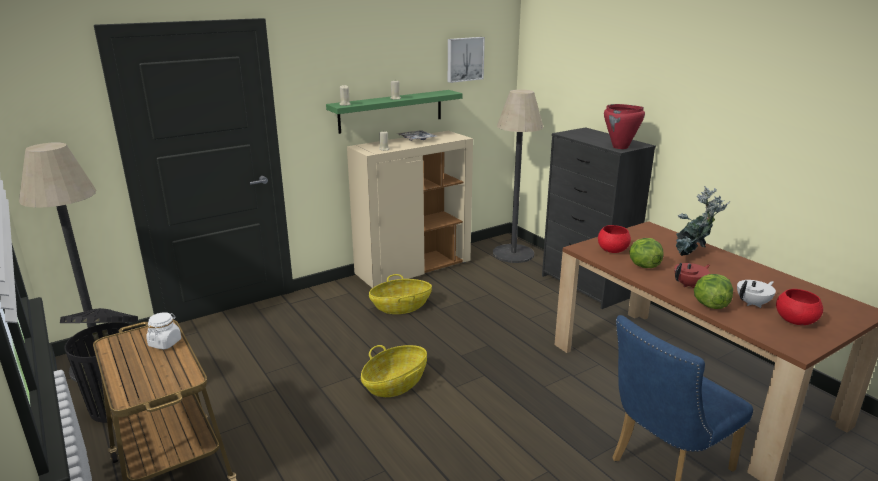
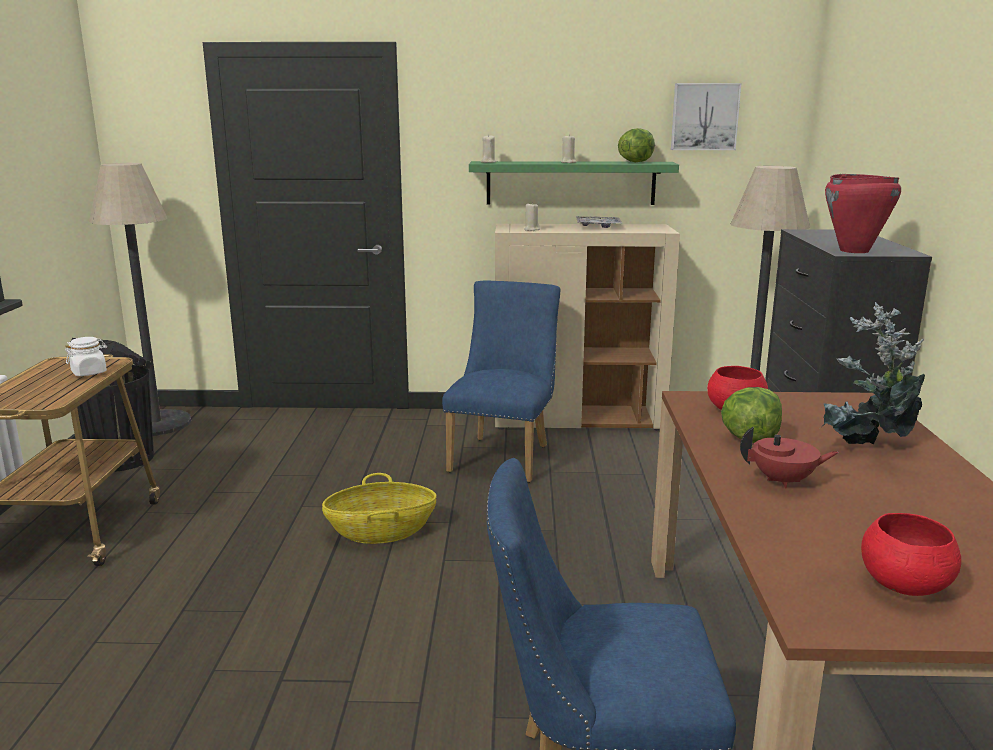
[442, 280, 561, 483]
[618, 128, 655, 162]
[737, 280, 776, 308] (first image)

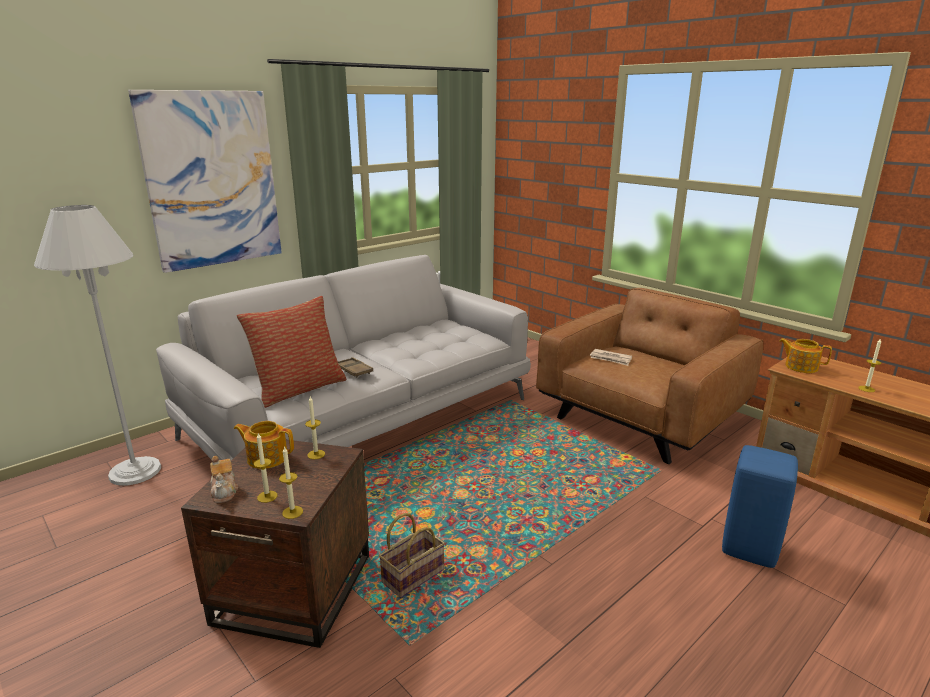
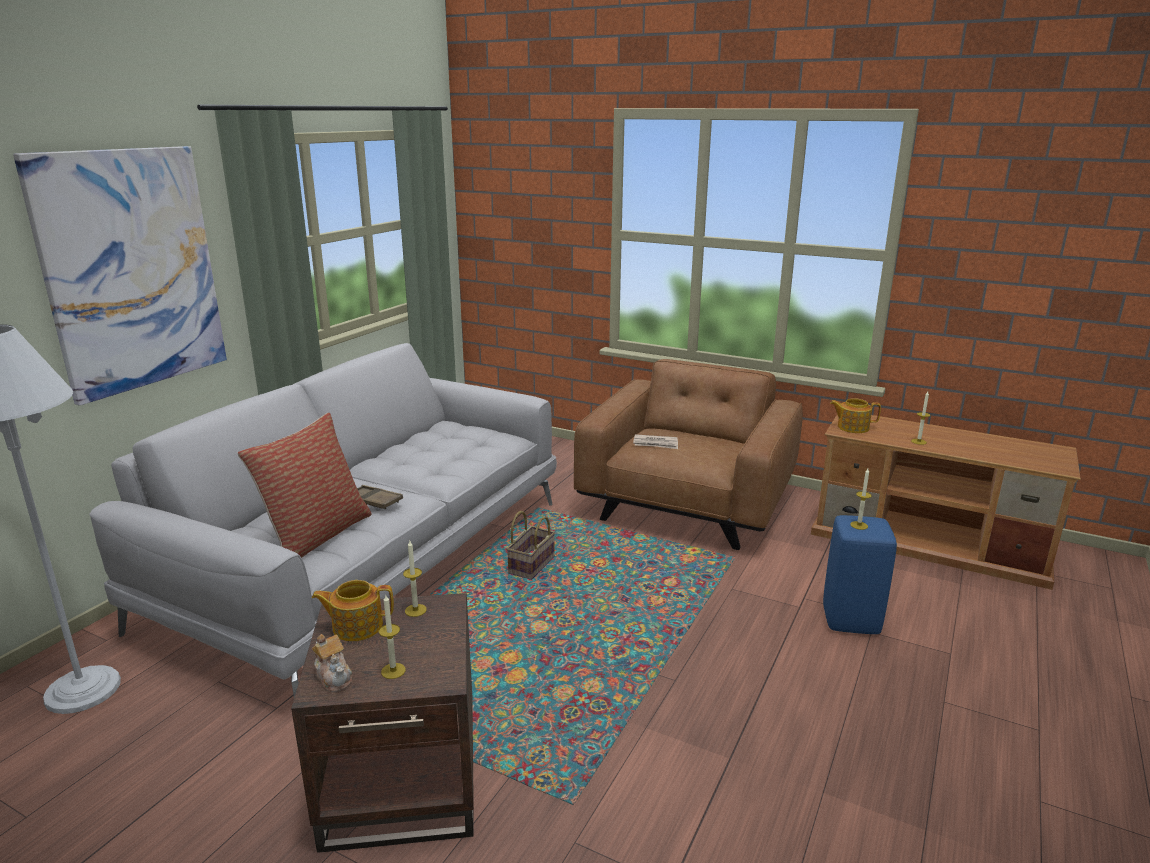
[850, 469, 872, 530]
[507, 511, 555, 580]

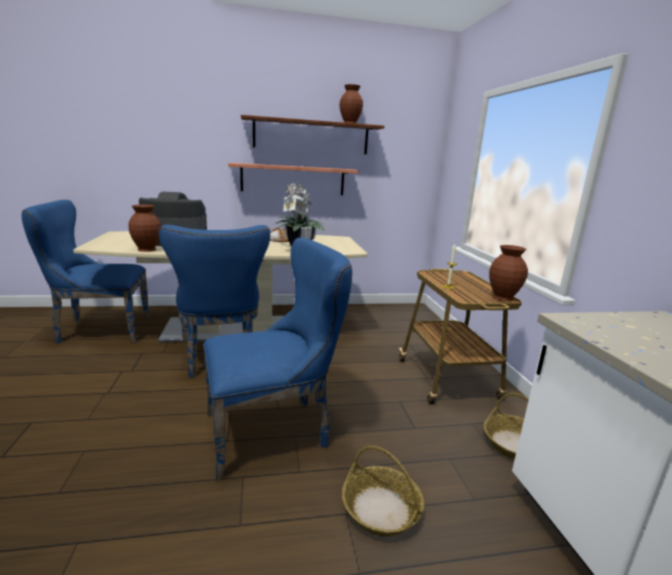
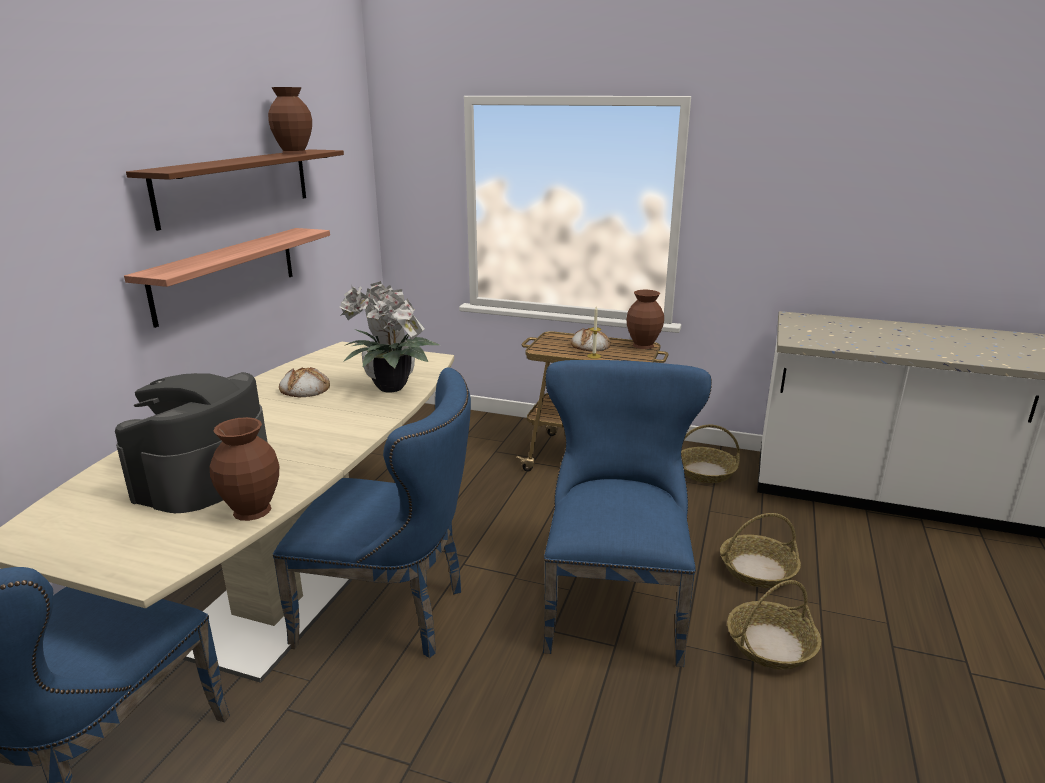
[571, 328, 611, 352]
[727, 580, 821, 670]

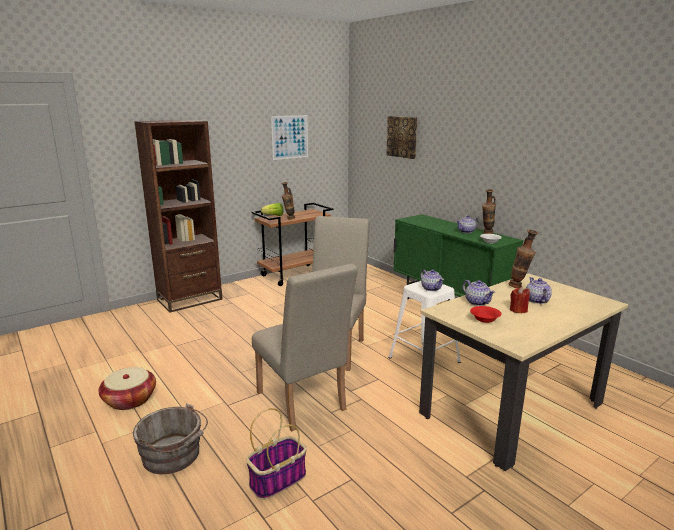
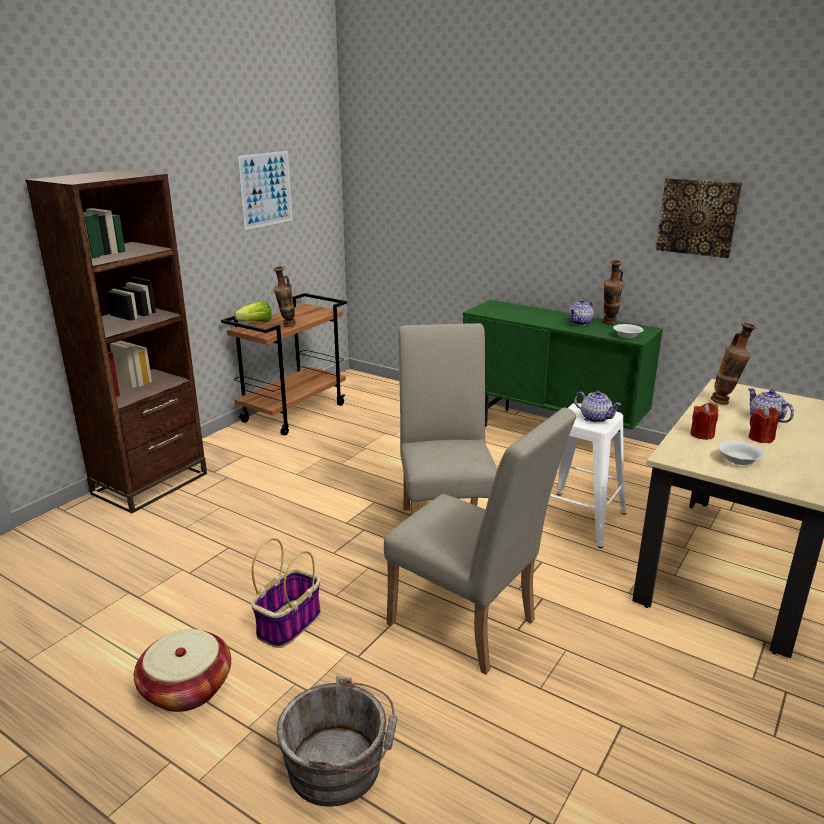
[656, 178, 742, 258]
[690, 403, 718, 440]
[719, 441, 764, 465]
[251, 538, 321, 648]

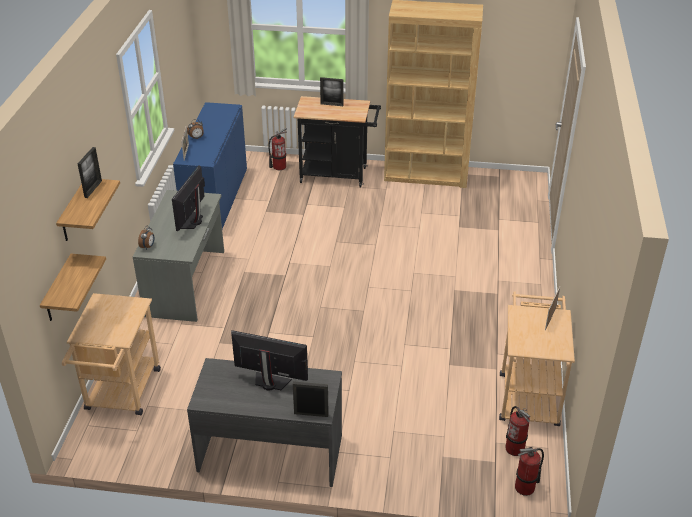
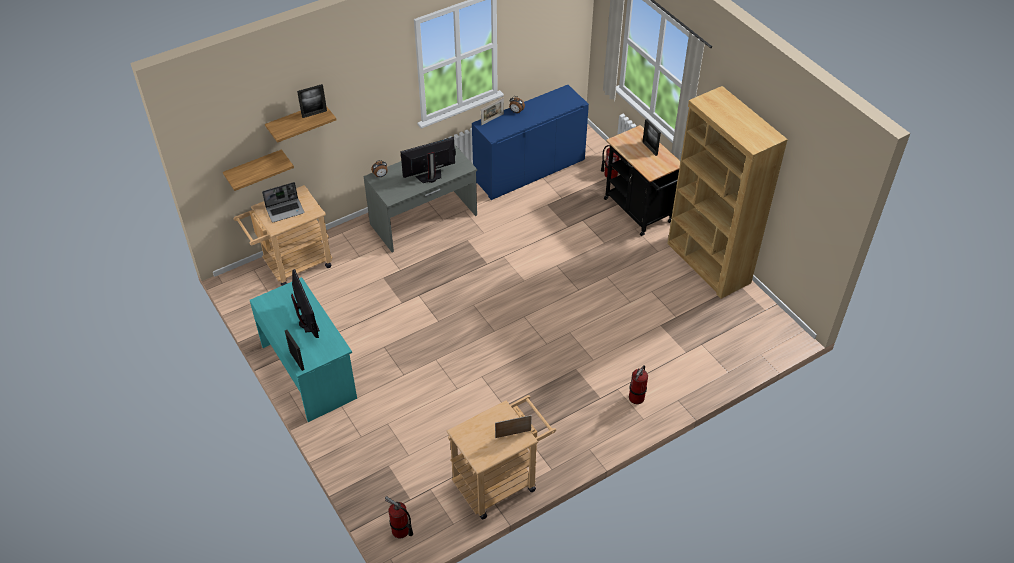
[250, 277, 357, 422]
[629, 365, 648, 404]
[262, 182, 305, 223]

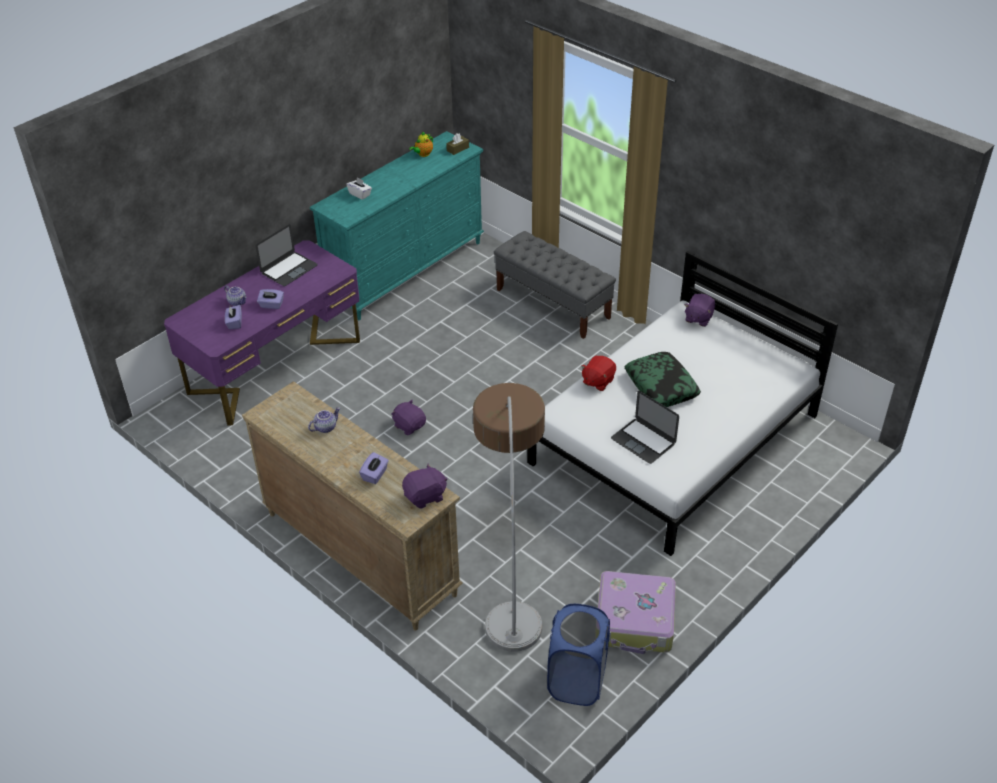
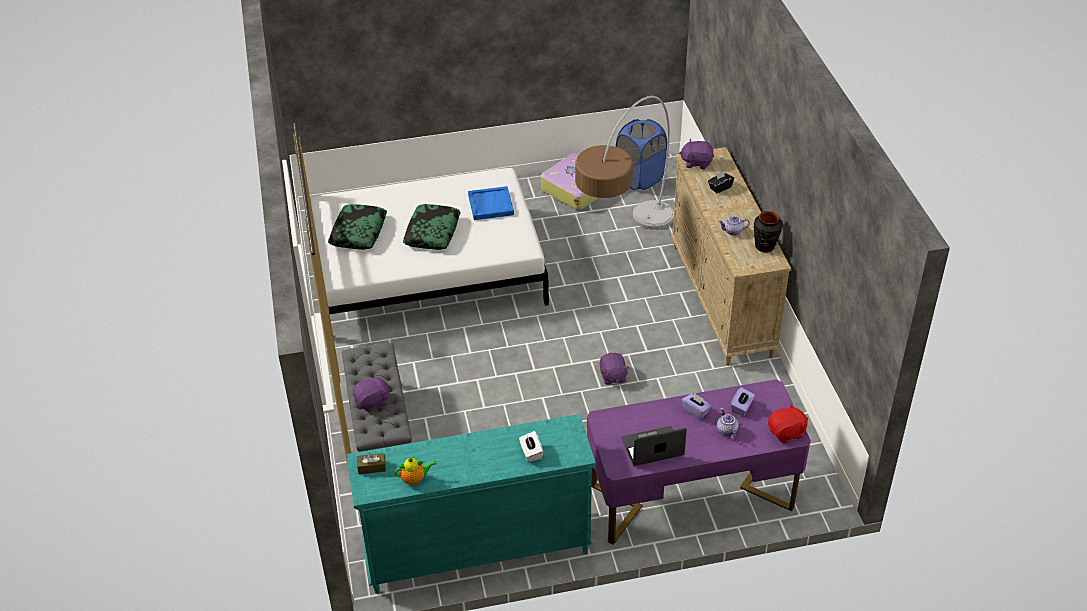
[353, 375, 391, 412]
[768, 403, 808, 444]
[468, 186, 514, 220]
[708, 171, 734, 193]
[328, 204, 387, 250]
[754, 211, 783, 252]

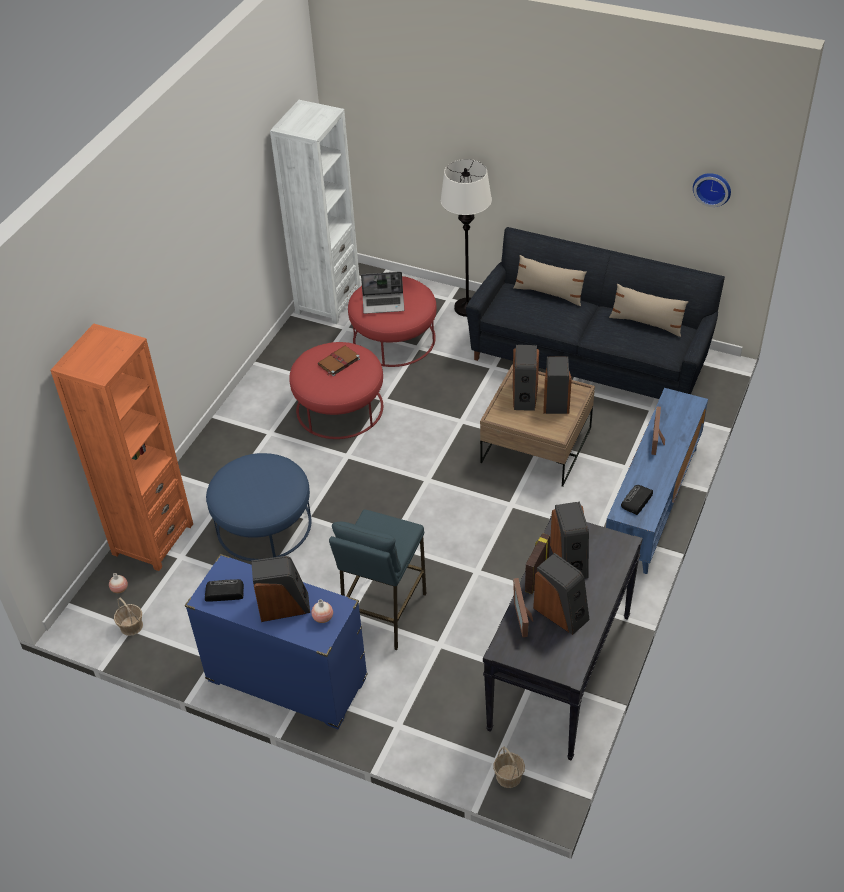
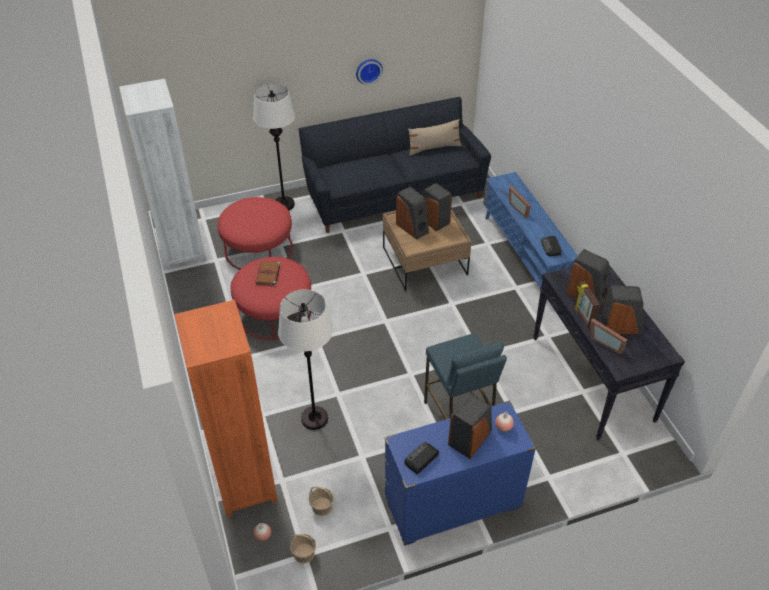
[356, 59, 383, 85]
[513, 255, 587, 306] (first image)
[361, 272, 404, 314] (first image)
[278, 289, 333, 430]
[309, 486, 334, 516]

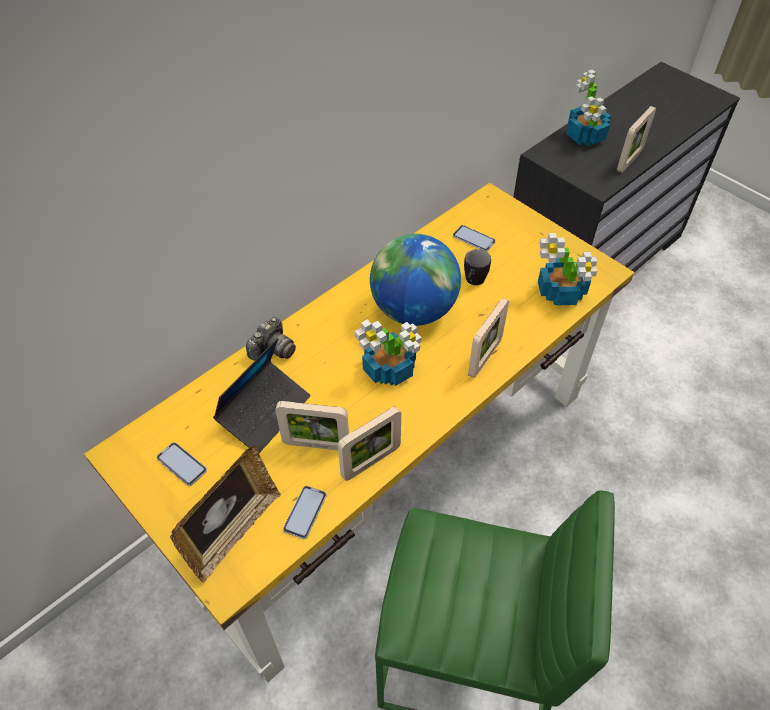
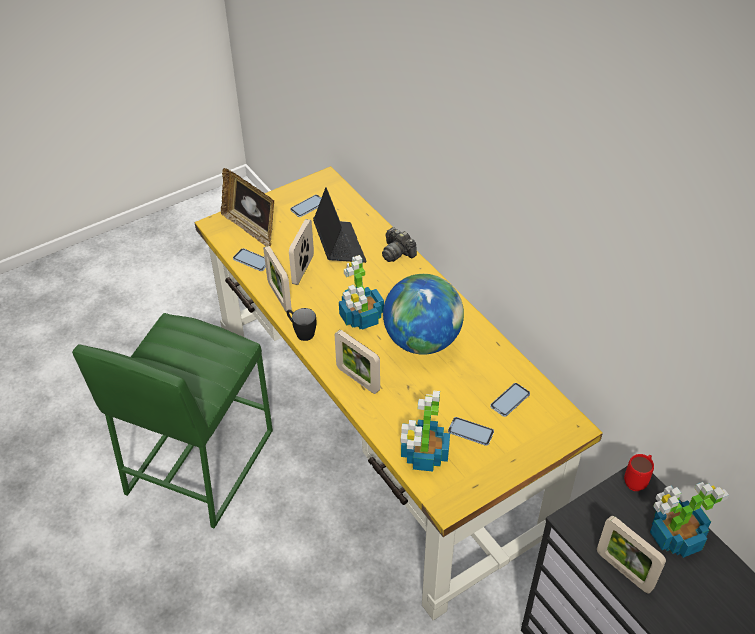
[287, 308, 317, 341]
[313, 187, 367, 263]
[448, 417, 494, 446]
[624, 454, 654, 491]

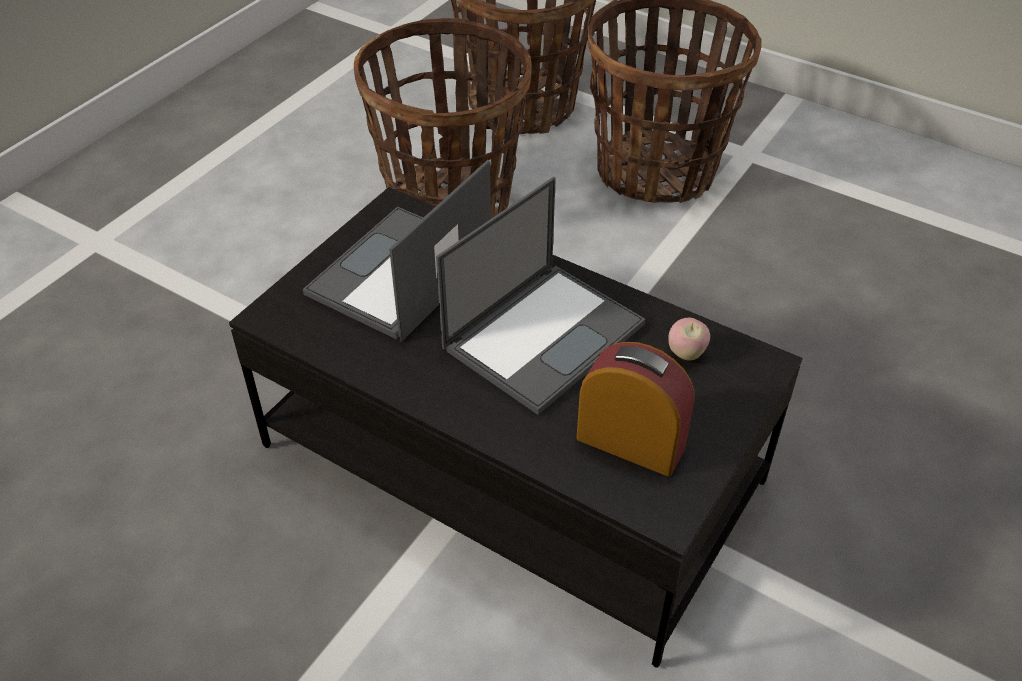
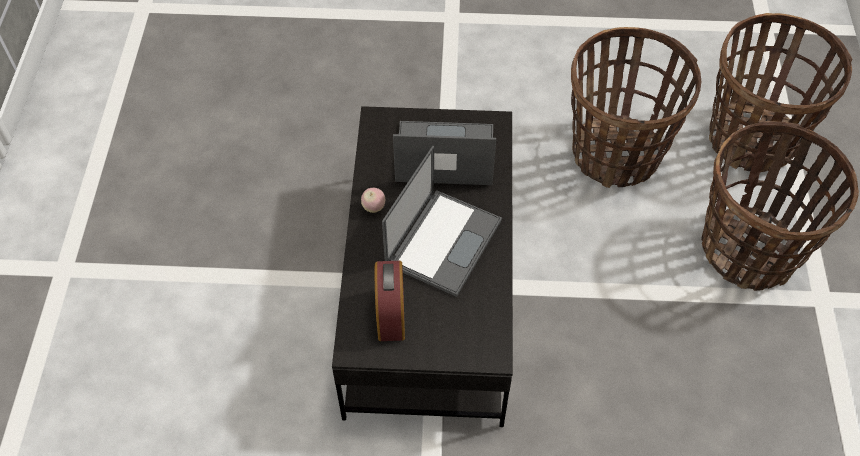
[382, 146, 502, 297]
[361, 188, 385, 213]

